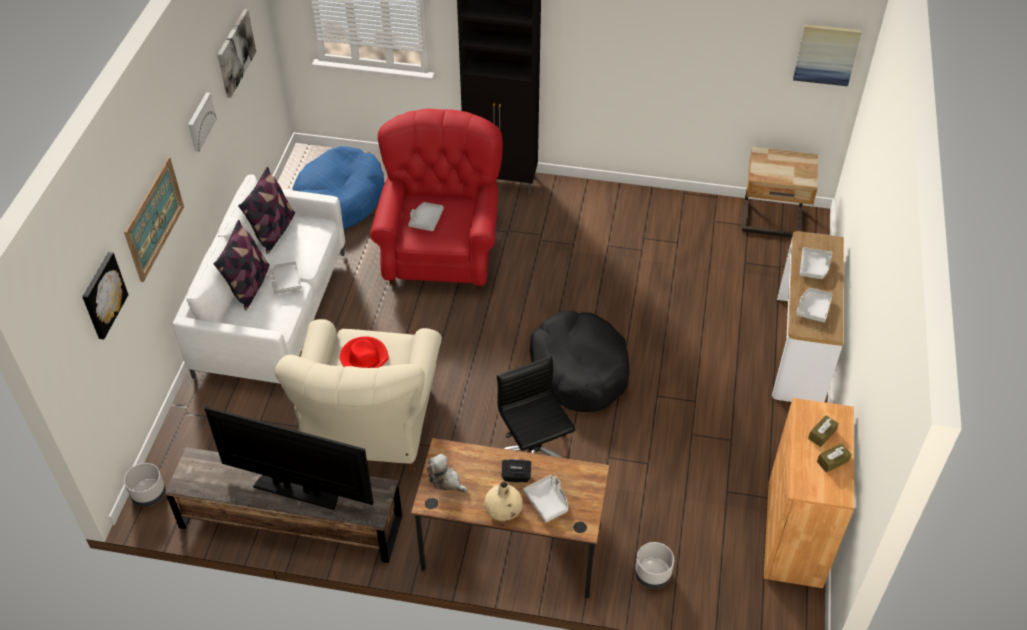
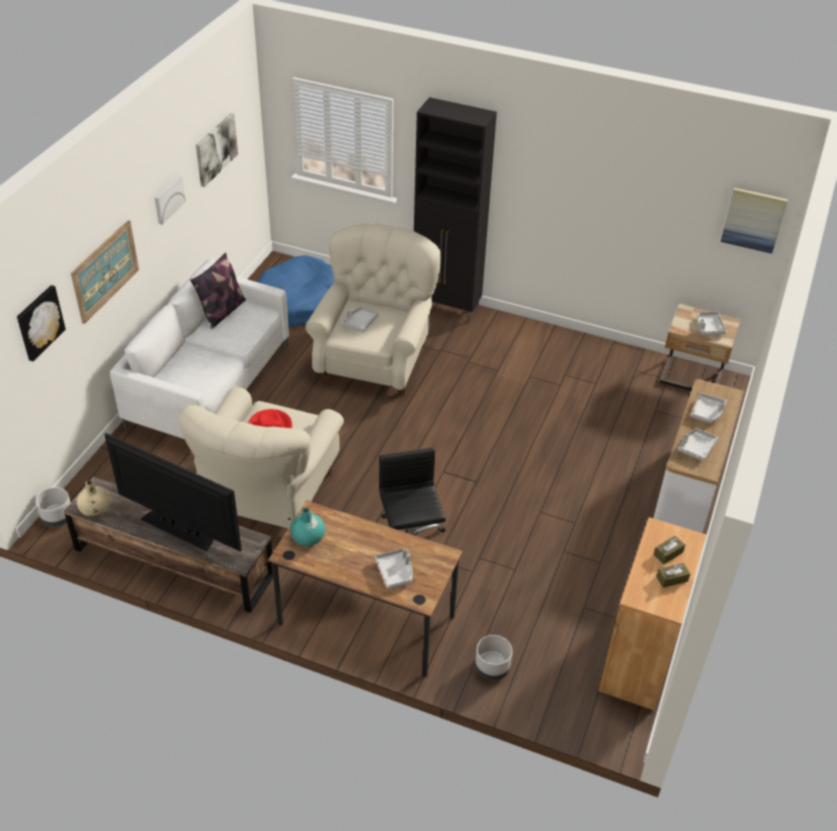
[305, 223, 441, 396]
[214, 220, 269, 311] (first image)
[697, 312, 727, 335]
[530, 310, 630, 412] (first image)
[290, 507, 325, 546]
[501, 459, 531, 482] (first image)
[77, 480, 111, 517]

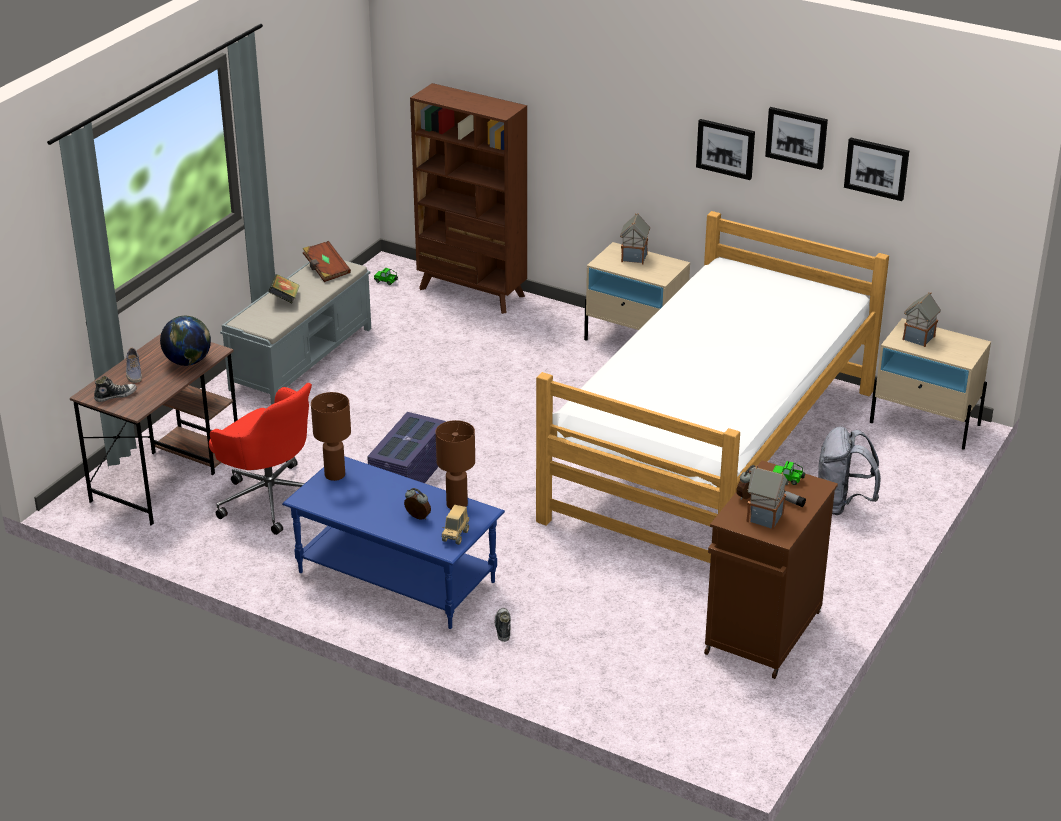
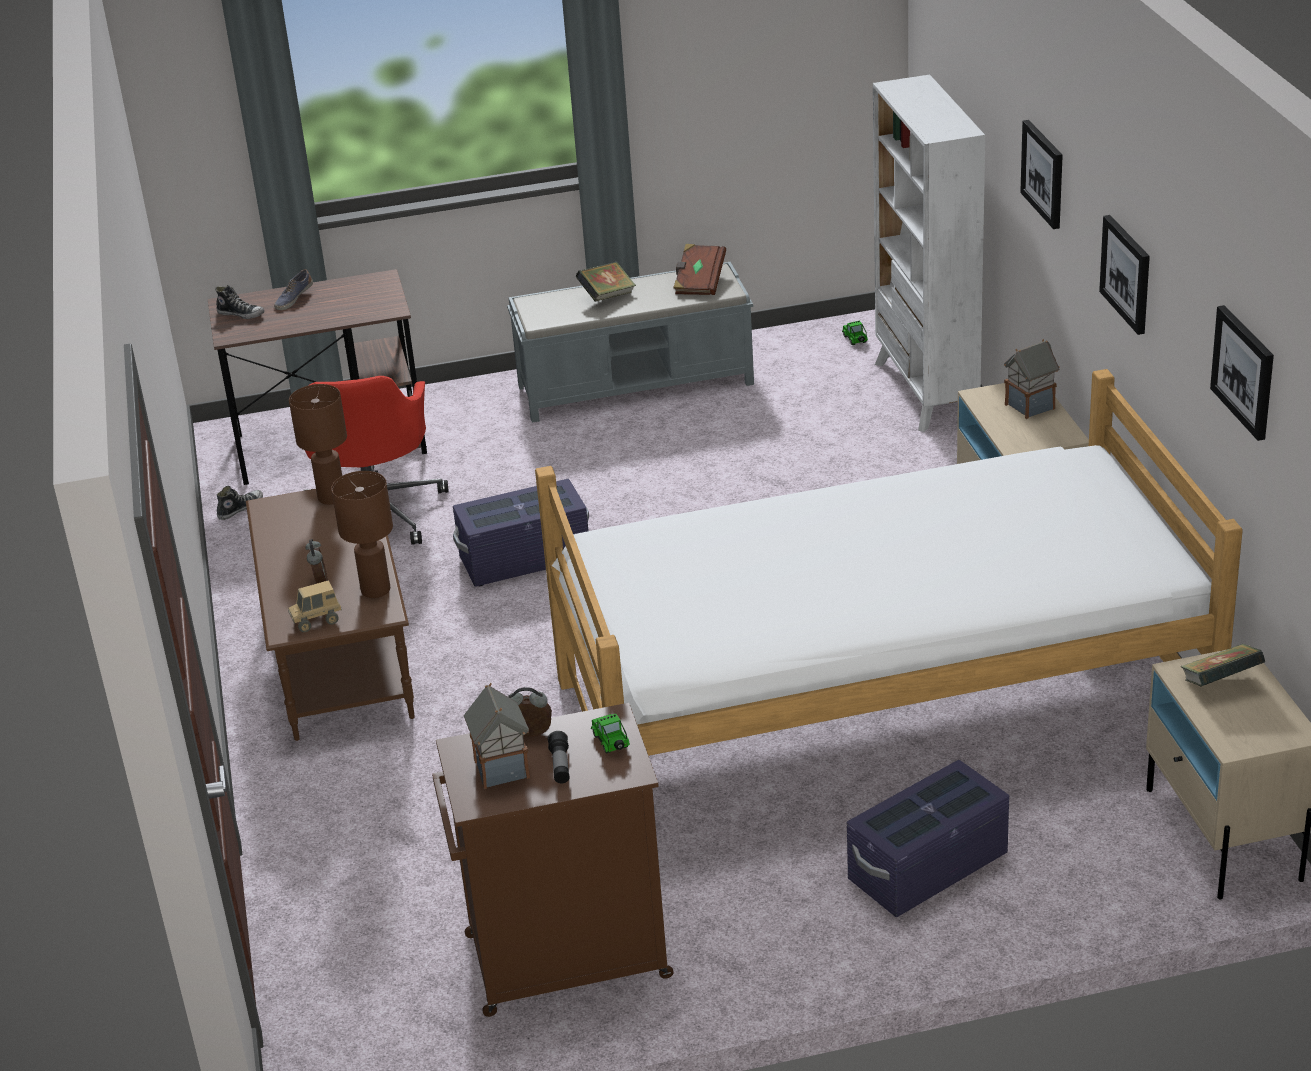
[873, 75, 985, 432]
[1020, 120, 1063, 229]
[1180, 644, 1265, 687]
[160, 316, 211, 366] (first image)
[847, 760, 1009, 917]
[246, 489, 415, 741]
[217, 486, 263, 520]

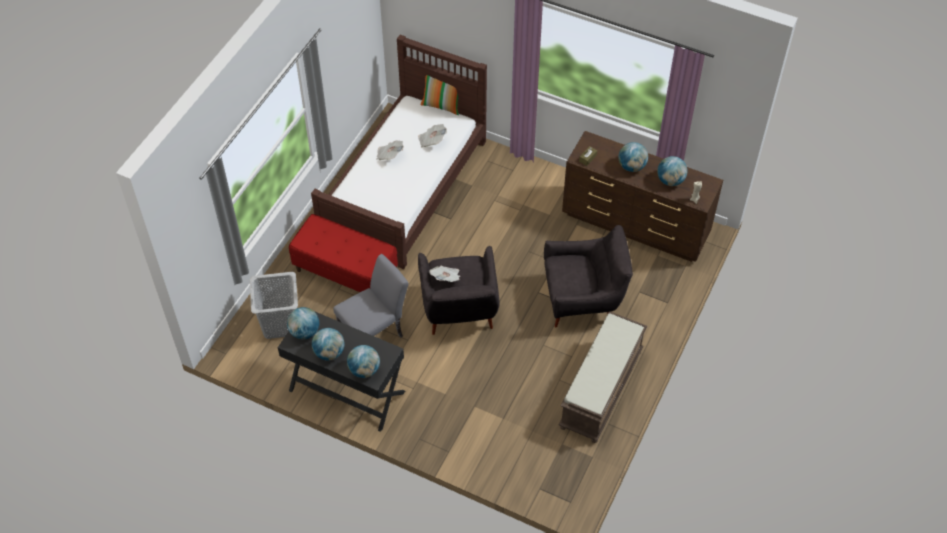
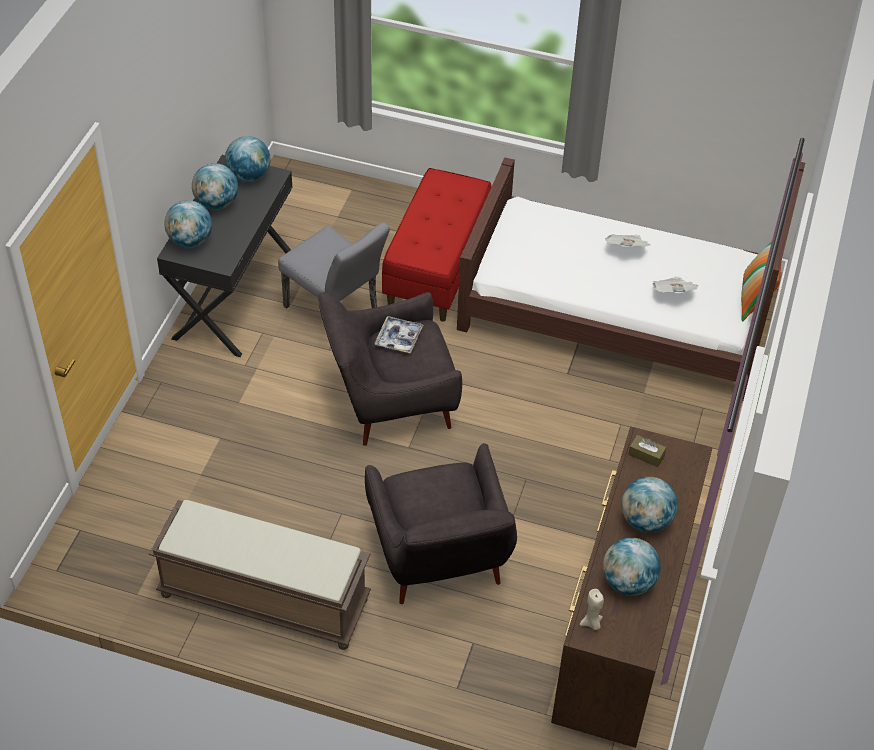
[375, 316, 423, 353]
[250, 272, 298, 339] (first image)

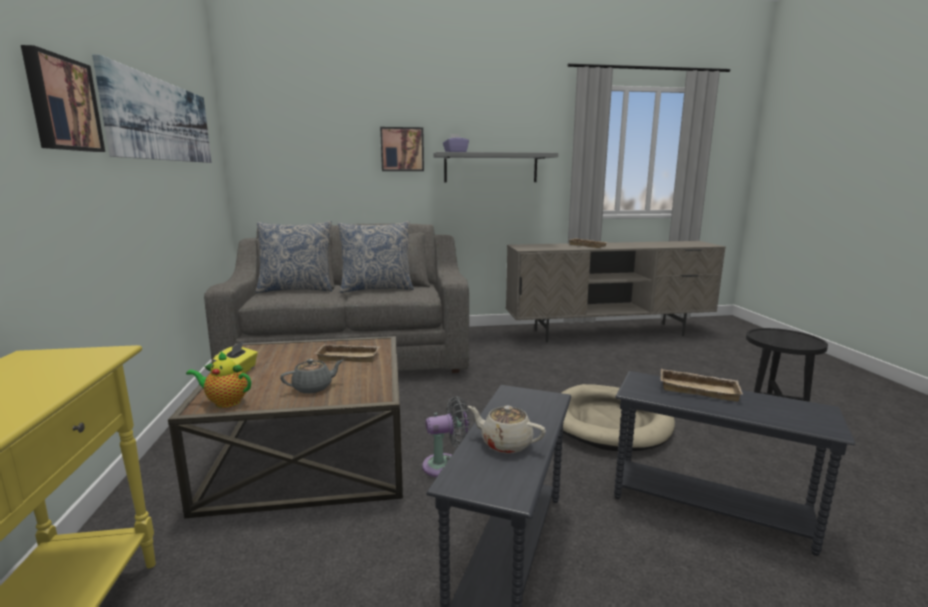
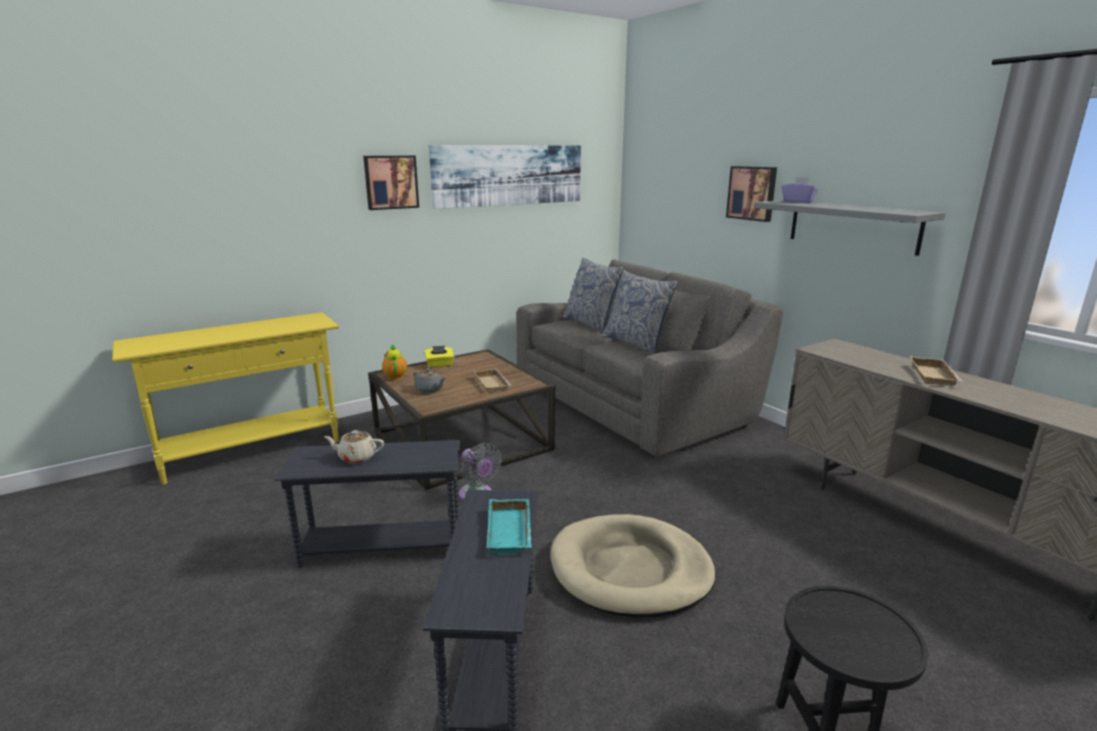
[487, 499, 532, 555]
[324, 430, 384, 464]

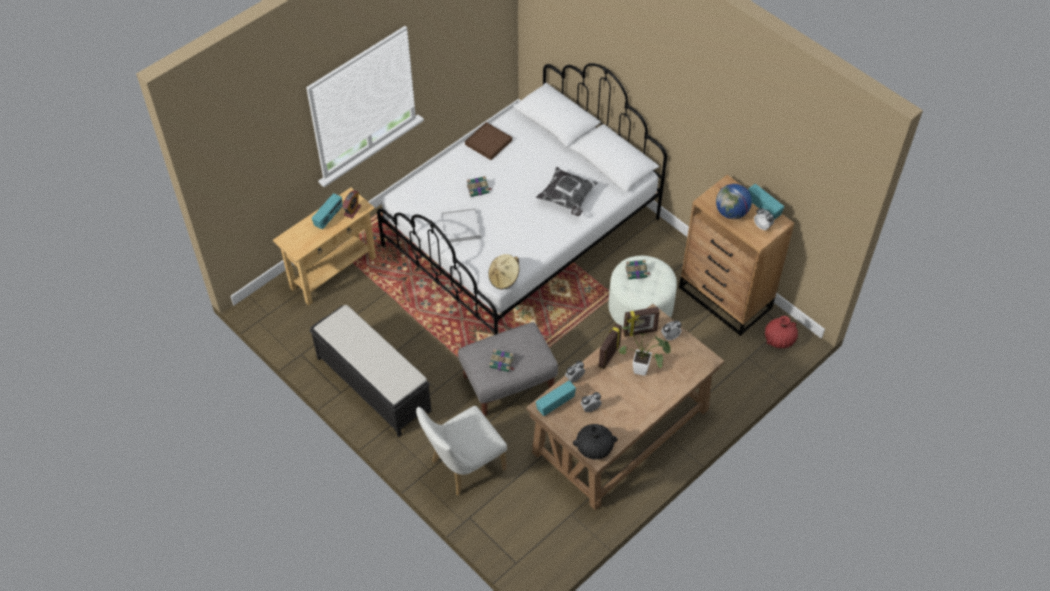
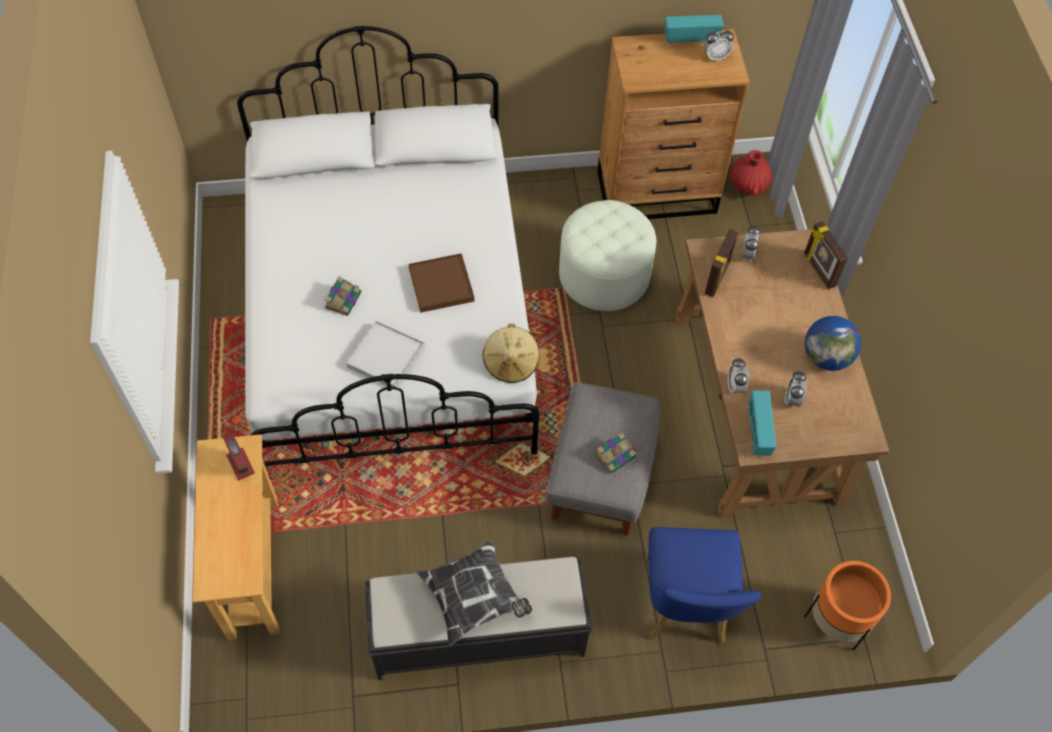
[408, 253, 474, 312]
[417, 539, 532, 645]
[805, 316, 861, 371]
[312, 193, 342, 229] (first image)
[625, 260, 650, 280] (first image)
[804, 221, 848, 289]
[619, 326, 671, 376] (first image)
[645, 527, 761, 643]
[573, 424, 618, 459] (first image)
[804, 561, 891, 650]

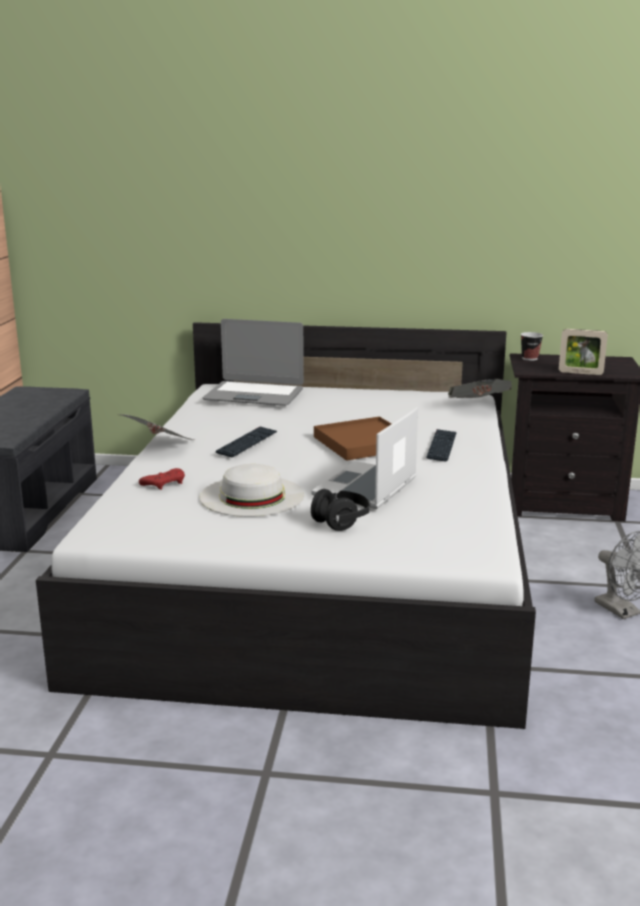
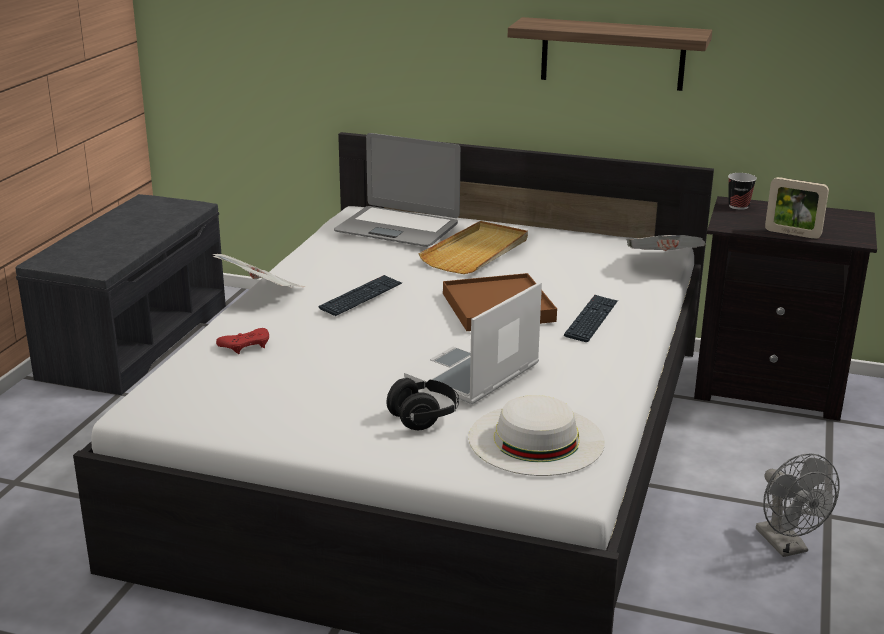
[469, 395, 605, 476]
[508, 17, 712, 91]
[419, 221, 528, 274]

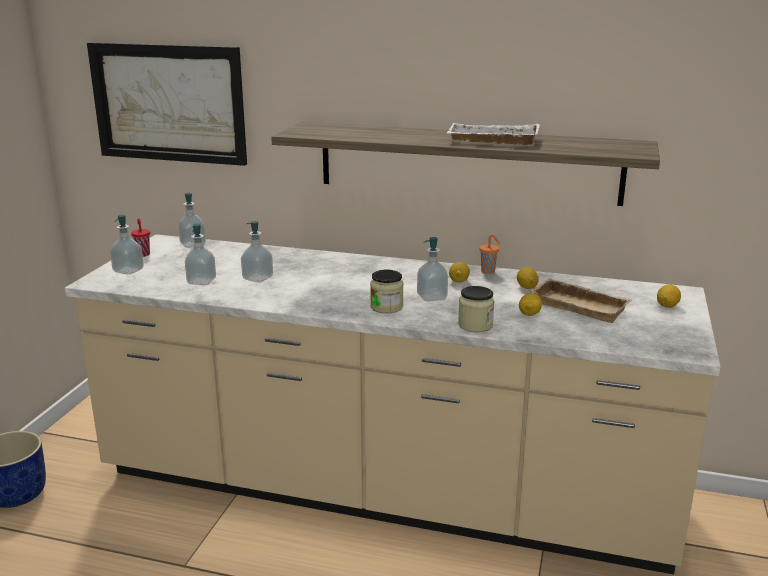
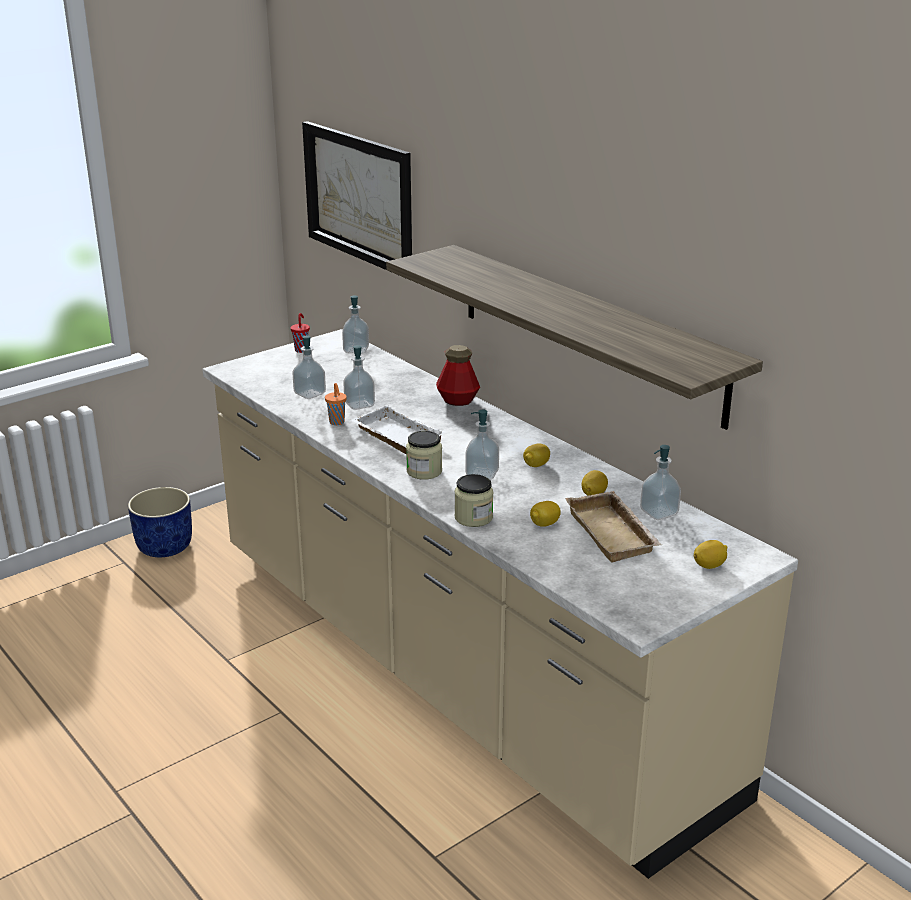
[351, 405, 445, 454]
[640, 445, 681, 520]
[325, 383, 347, 425]
[436, 345, 480, 406]

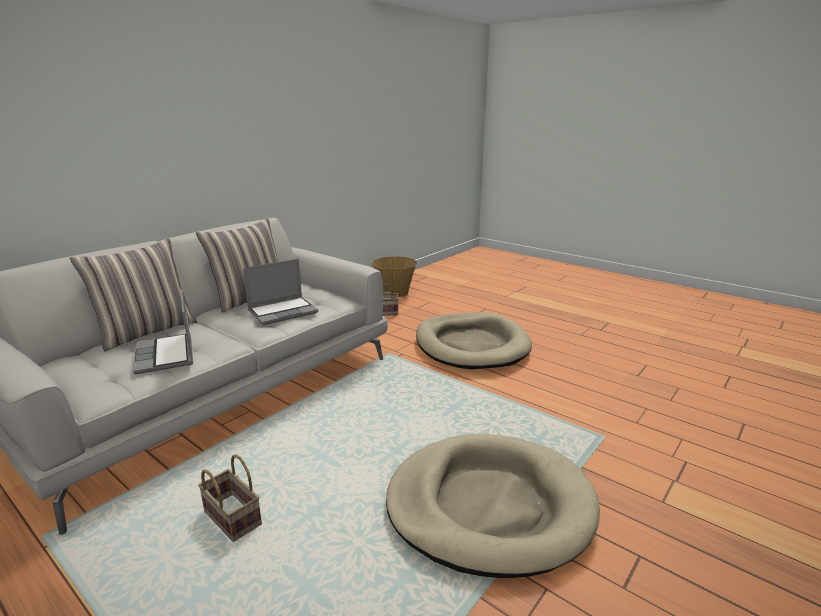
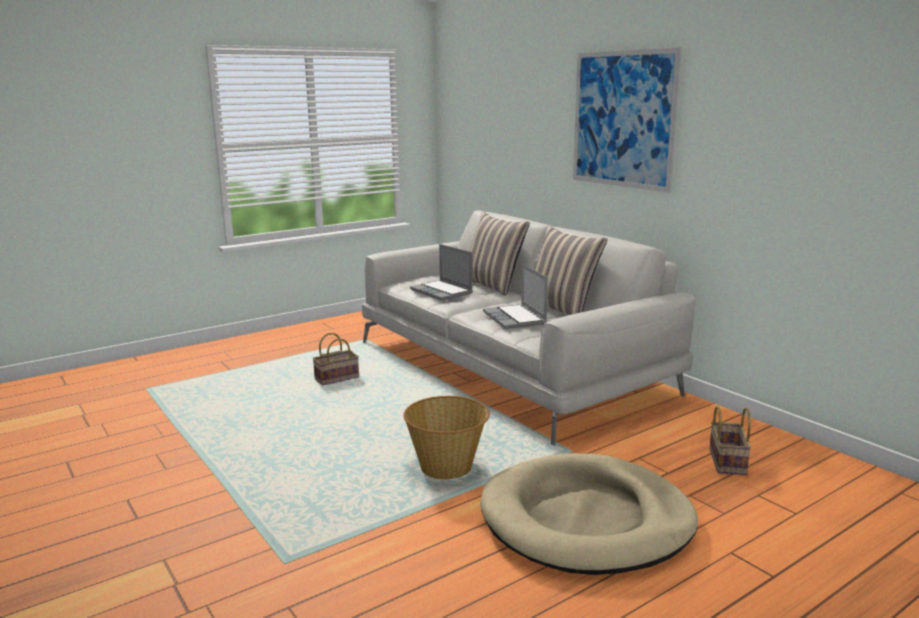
[403, 396, 490, 479]
[410, 244, 473, 301]
[386, 434, 600, 578] (first image)
[573, 47, 682, 193]

